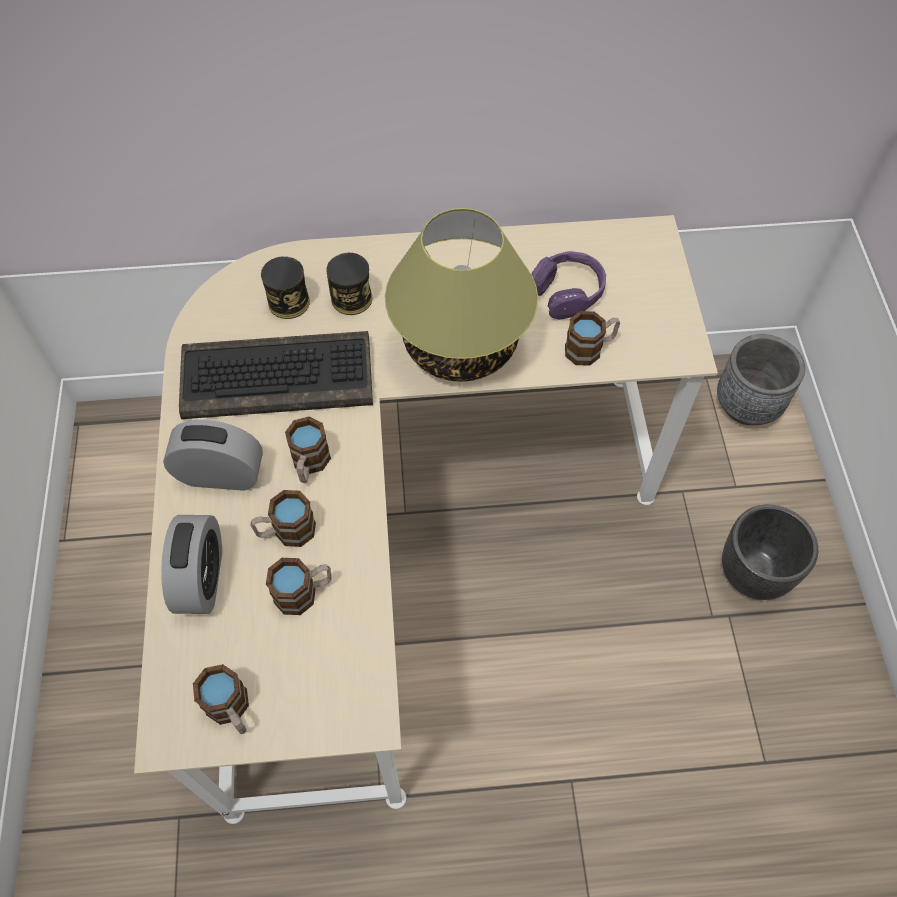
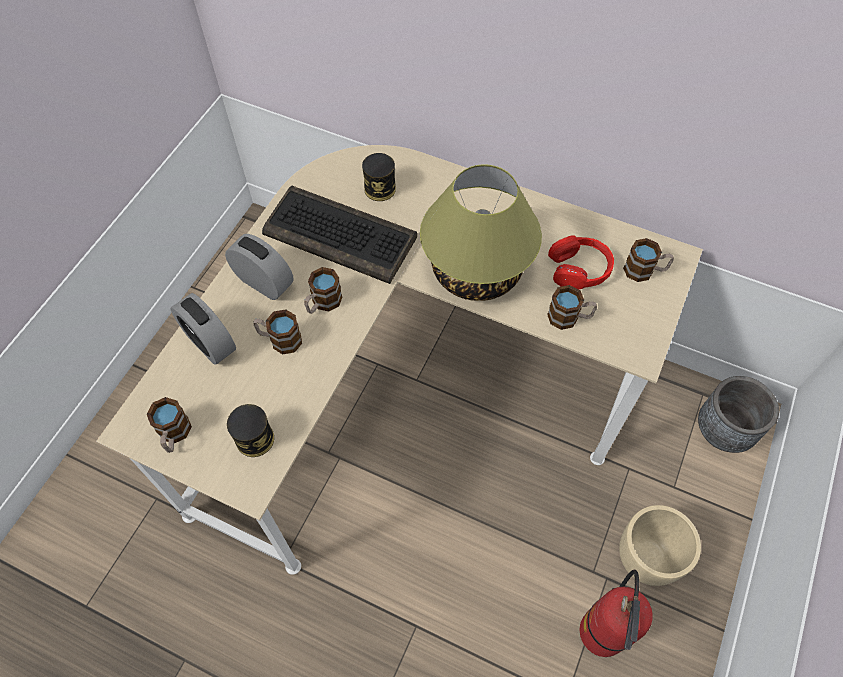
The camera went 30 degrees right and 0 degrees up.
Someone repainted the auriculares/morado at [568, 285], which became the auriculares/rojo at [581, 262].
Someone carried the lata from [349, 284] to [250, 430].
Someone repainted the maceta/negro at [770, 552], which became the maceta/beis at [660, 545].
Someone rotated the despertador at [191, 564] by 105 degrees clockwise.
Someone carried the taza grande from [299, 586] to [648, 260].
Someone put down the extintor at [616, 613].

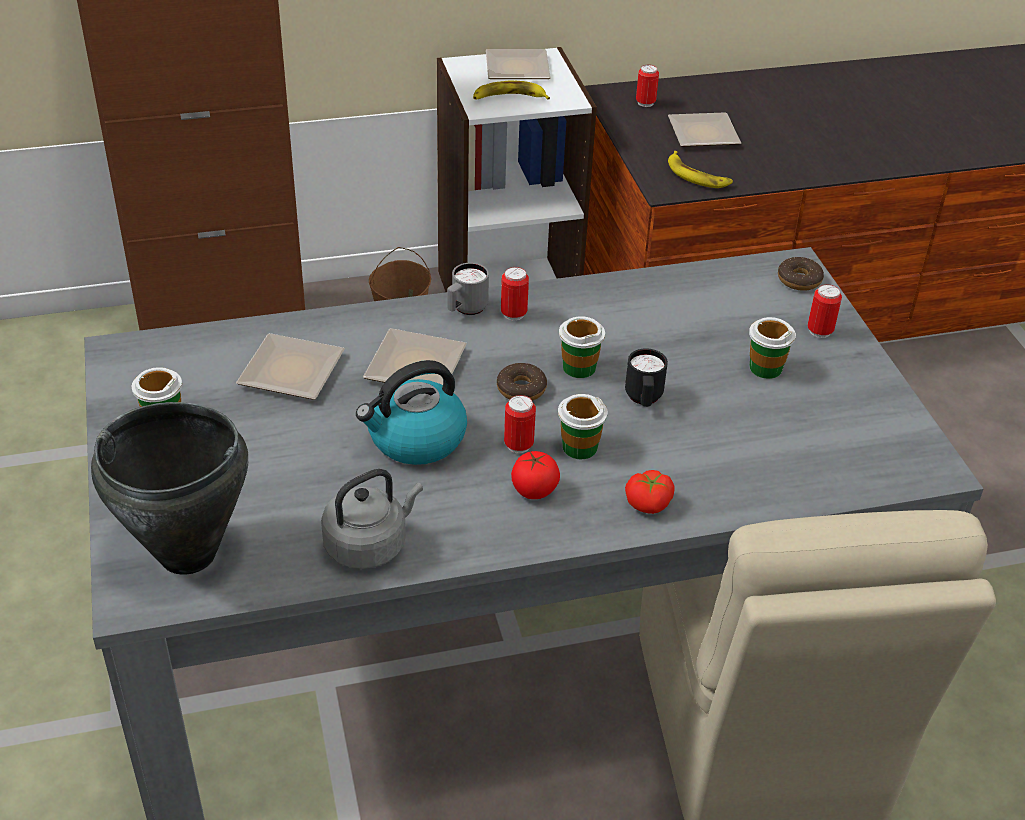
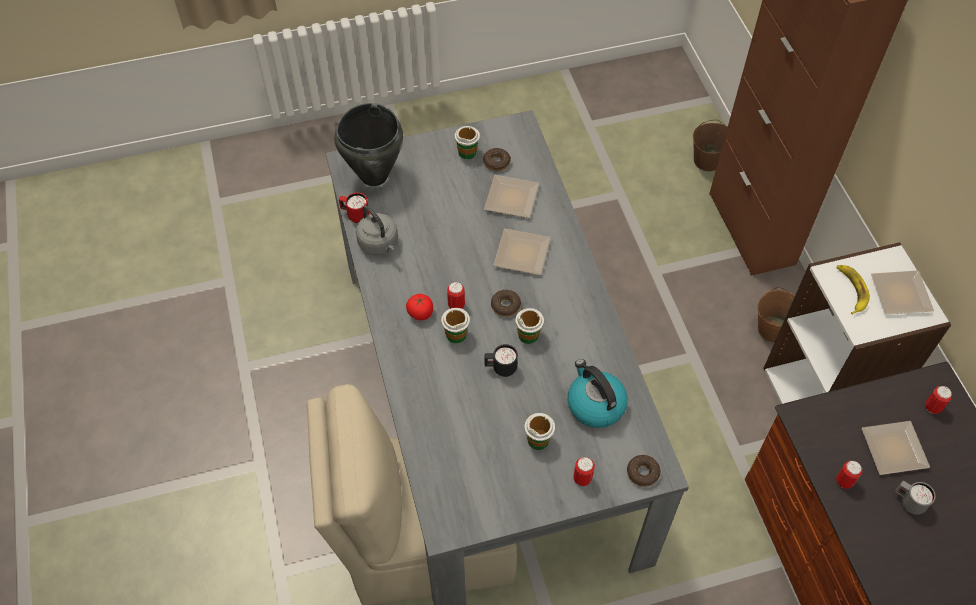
The camera went 90 degrees right and 15 degrees up.
Someone took away the plátano at [700, 169].
Someone carried the taza grande/gris from [468, 289] to [915, 498].
Someone carried the lata from [515, 294] to [849, 475].
Someone carried the hervidor from [411, 412] to [597, 393].
Someone took away the tomate at [650, 492].
Someone put down the cubo/marrón at [710, 145].
Someone put down the rosquilla at [497, 159].
Someone put down the taza grande/rojo at [354, 207].

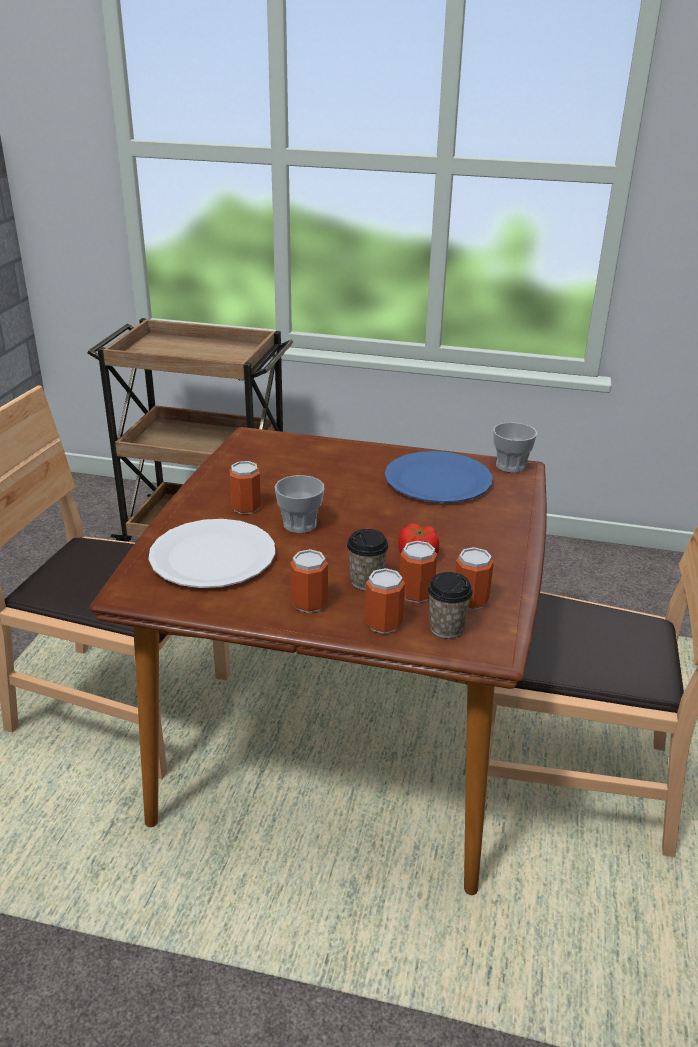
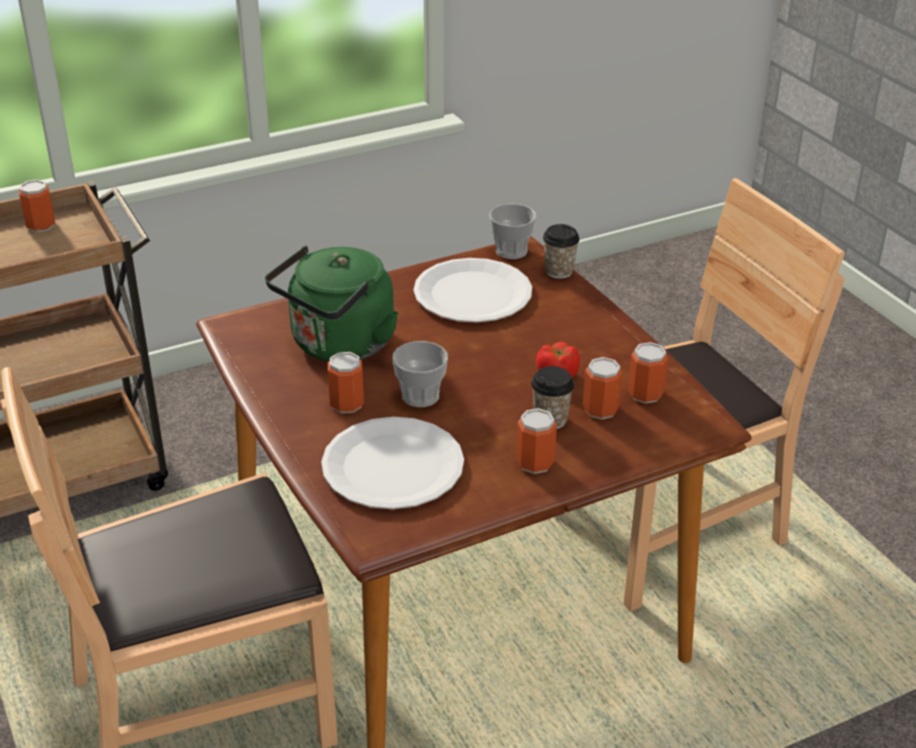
The camera went 40 degrees left and 5 degrees up.
Someone repainted the plato/azul at [439, 477], which became the plato/blanco at [472, 290].
Someone carried the lata from [385, 601] to [37, 206].
Someone carried the taza from [450, 605] to [561, 251].
Someone put down the hervidor/verde at [331, 303].

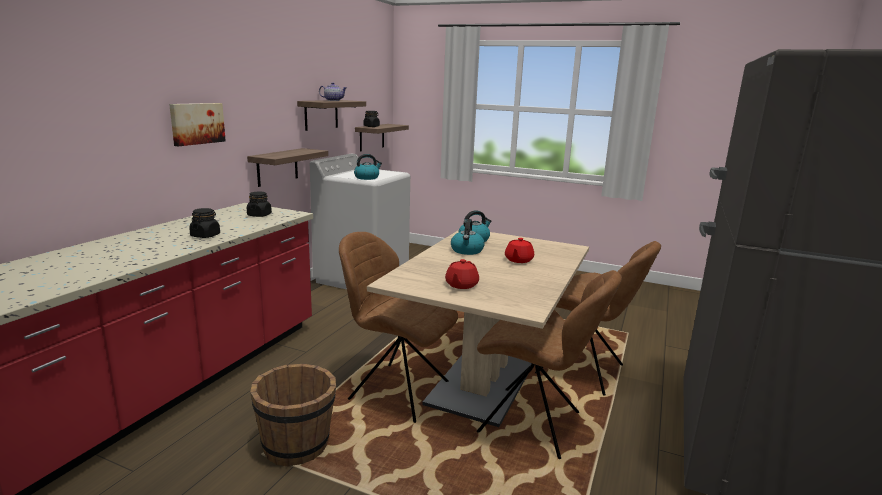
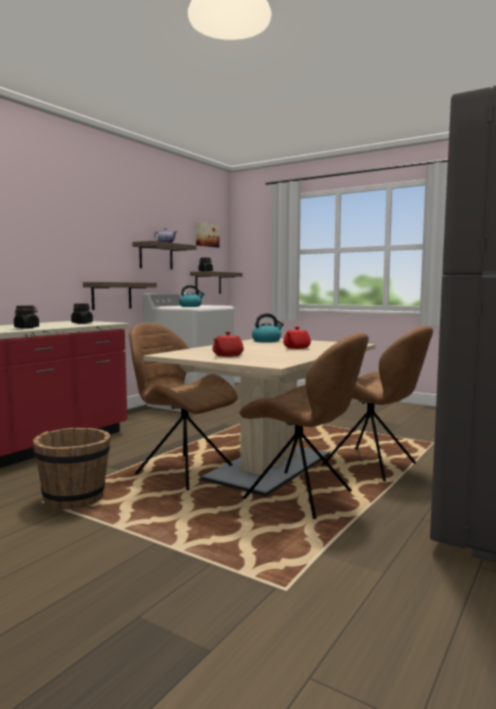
The camera went 10 degrees right and 10 degrees down.
Someone carried the cuadro from [197, 124] to [208, 235].
Someone took away the hervidor at [468, 237].

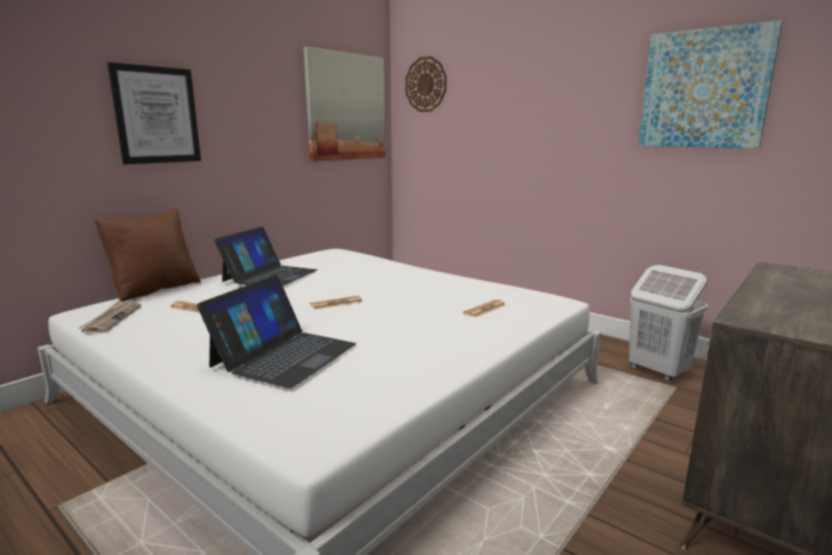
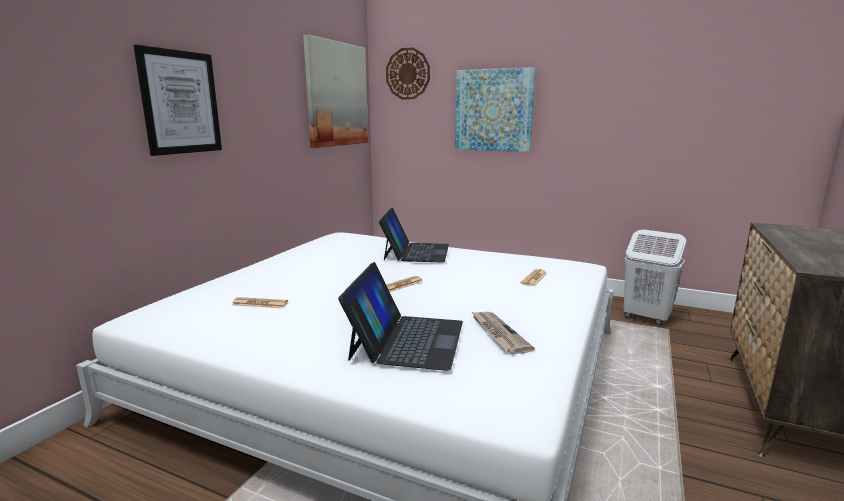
The camera went 15 degrees left and 0 degrees up.
Someone carried the cuadro from [710, 84] to [495, 109].
Someone took away the cojín/marrón at [147, 255].
Someone carried the portátil from [265, 256] to [414, 235].
Someone carried the periódico from [109, 316] to [503, 333].

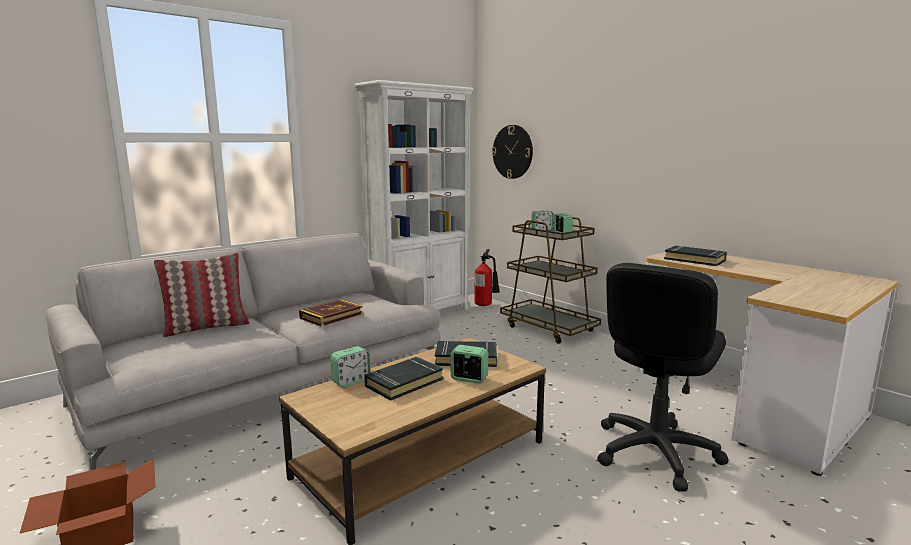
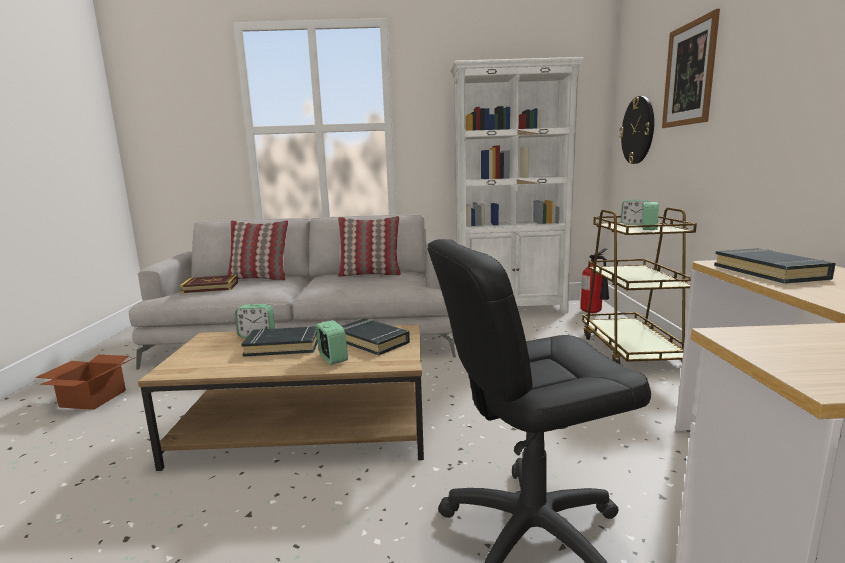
The camera went 40 degrees right and 0 degrees up.
Someone carried the libro from [331, 312] to [208, 284].
Someone put up the cuadro at [691, 68].
Someone put down the cojín at [369, 246].

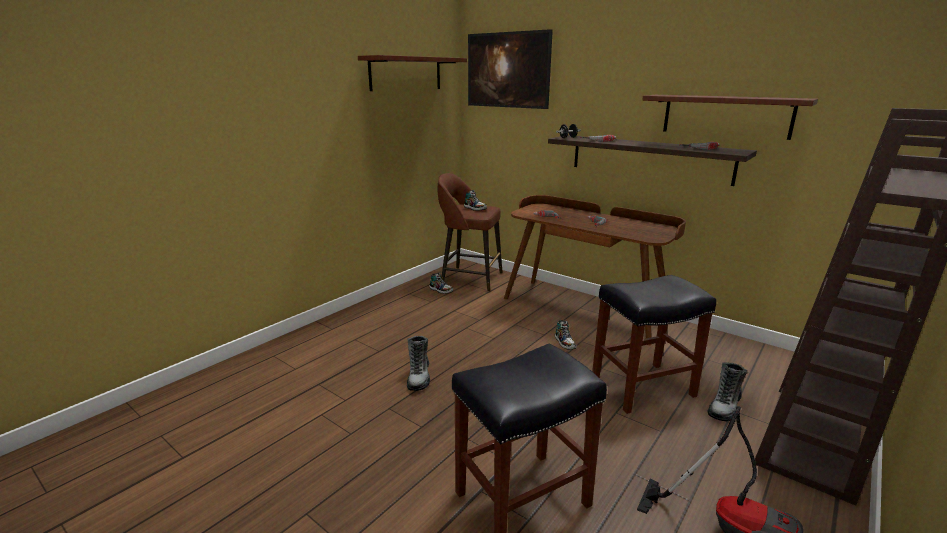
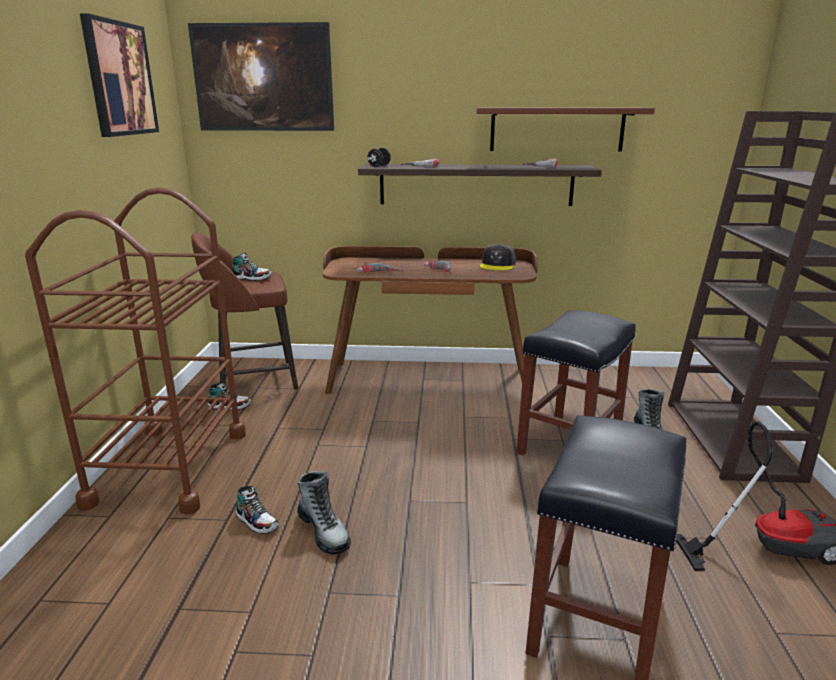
The camera went 35 degrees left and 0 degrees up.
Someone swapped the estante/marrón at [412, 73] for the cuadro at [119, 75].
Someone carried the zapato from [565, 334] to [257, 510].
Someone put down the carrito/marrón at [135, 351].
Someone put down the gorra/gris at [498, 257].

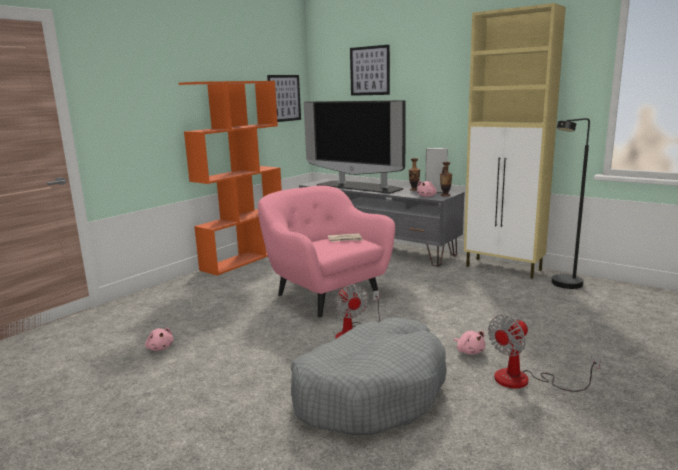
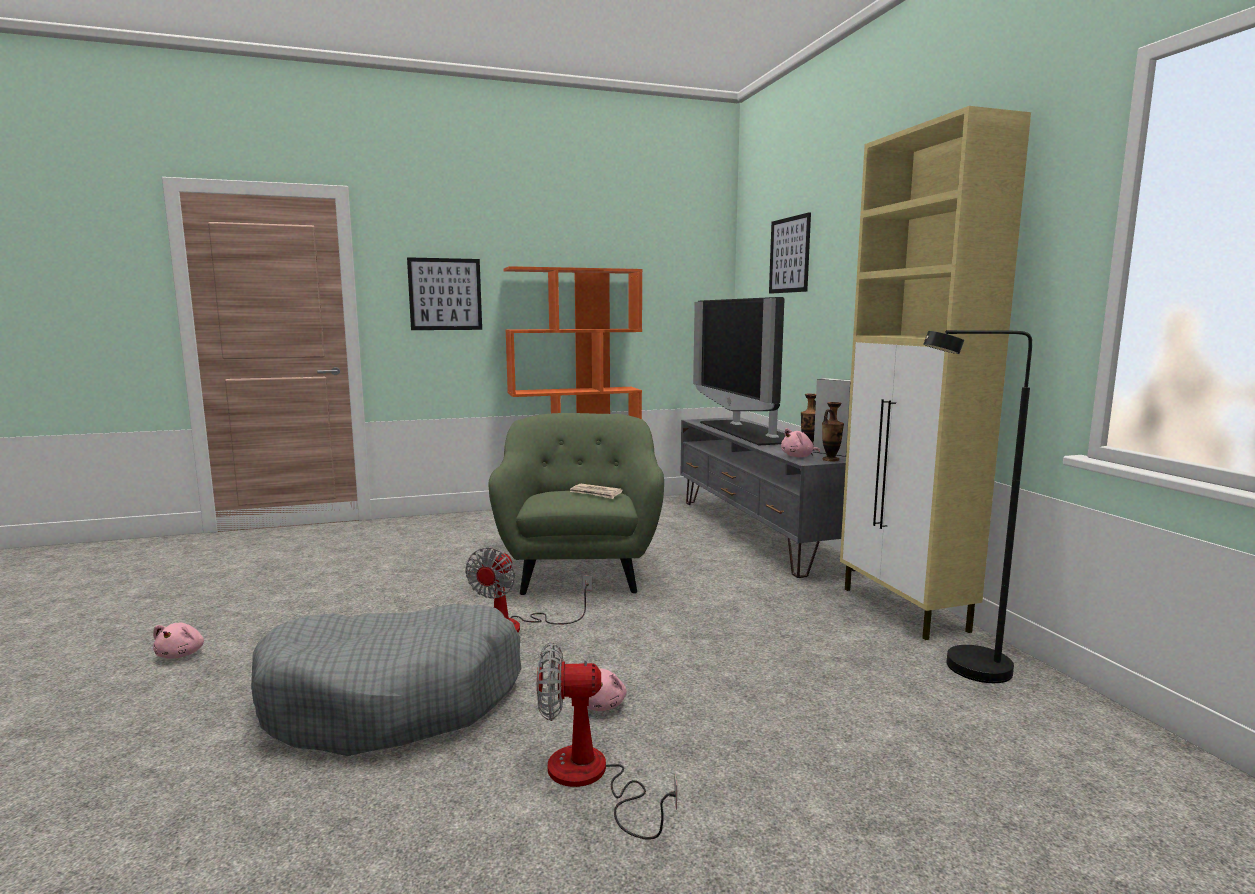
The camera went 35 degrees right and 5 degrees down.
Someone carried the cuadro from [284, 98] to [444, 293].
Someone repainted the sillón/rosa at [326, 251], which became the sillón/verde at [576, 504].
Someone carried the peluche/rosa from [159, 339] to [178, 641].

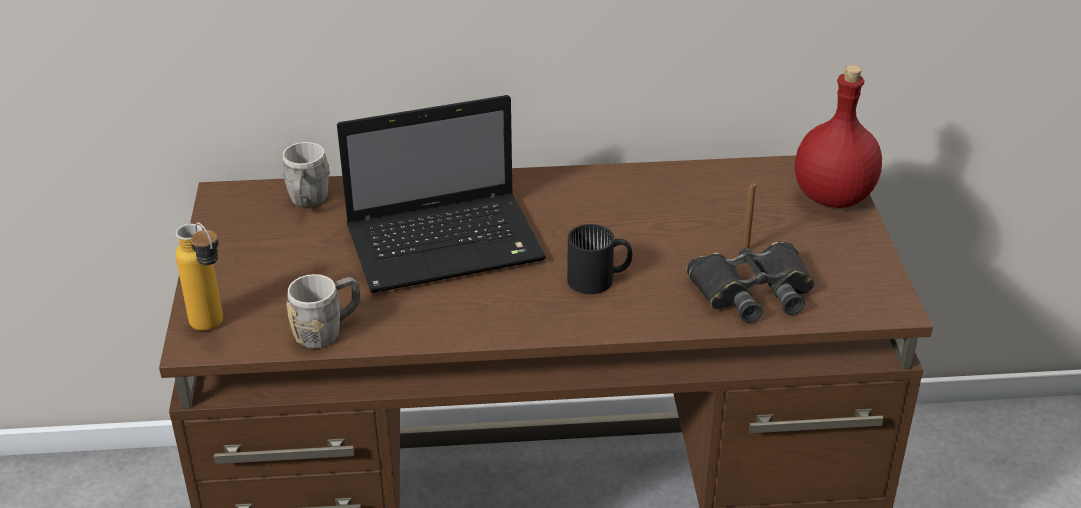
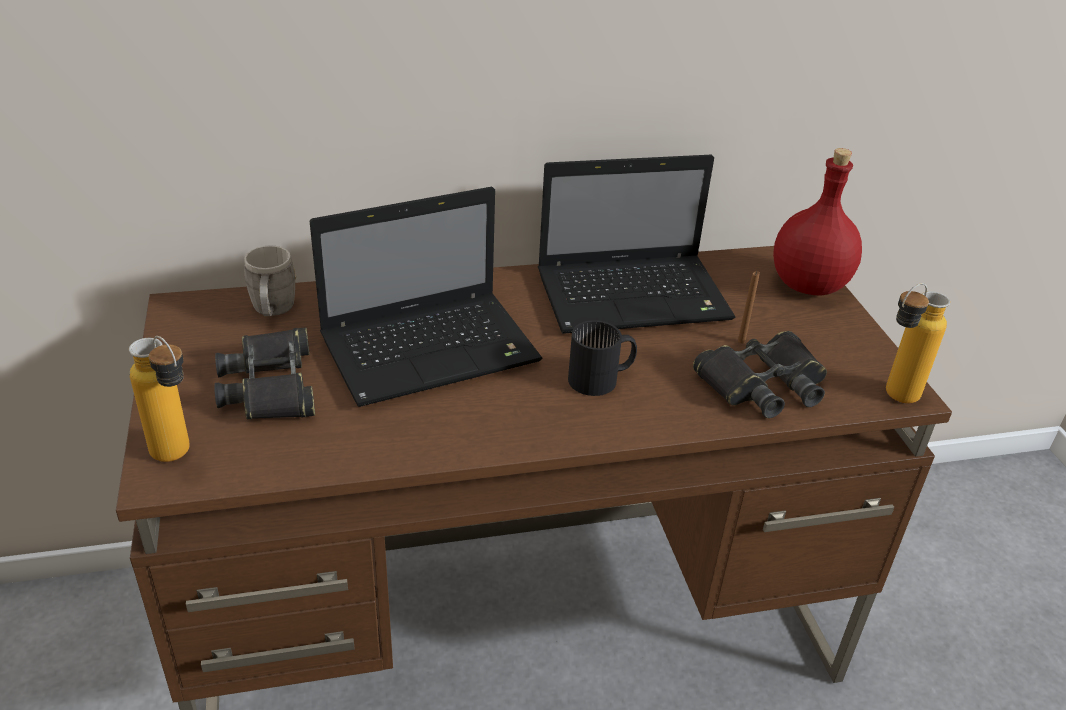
The camera went 10 degrees left and 0 degrees up.
Someone took away the taza grande/gris at [323, 311].
Someone put down the portátil at [636, 244].
Someone put down the botella at [918, 343].
Someone put down the prismáticos/negro at [264, 373].

